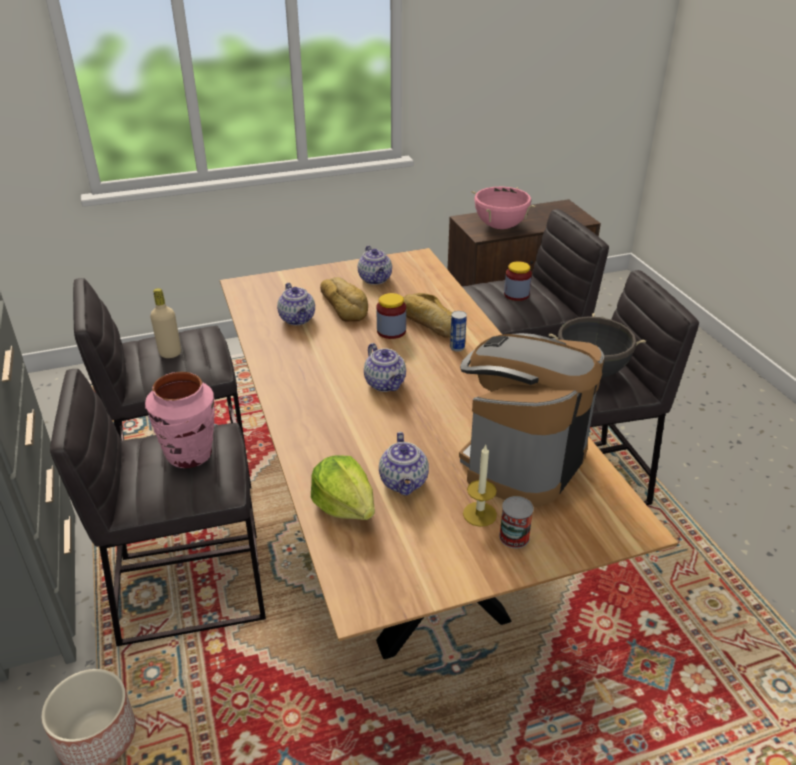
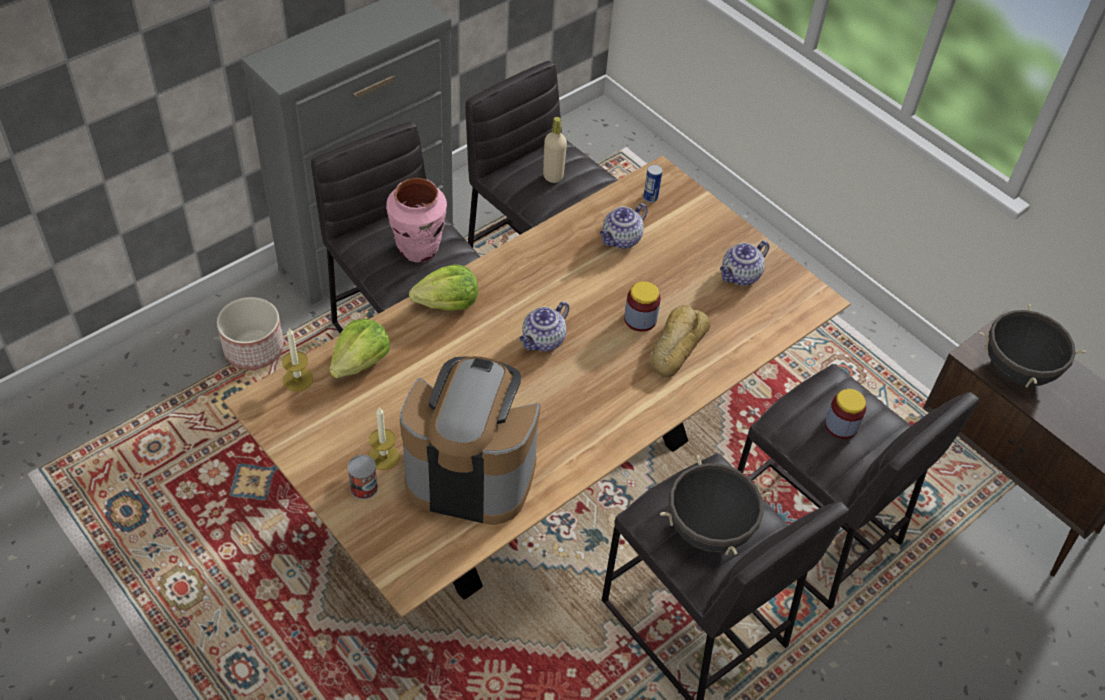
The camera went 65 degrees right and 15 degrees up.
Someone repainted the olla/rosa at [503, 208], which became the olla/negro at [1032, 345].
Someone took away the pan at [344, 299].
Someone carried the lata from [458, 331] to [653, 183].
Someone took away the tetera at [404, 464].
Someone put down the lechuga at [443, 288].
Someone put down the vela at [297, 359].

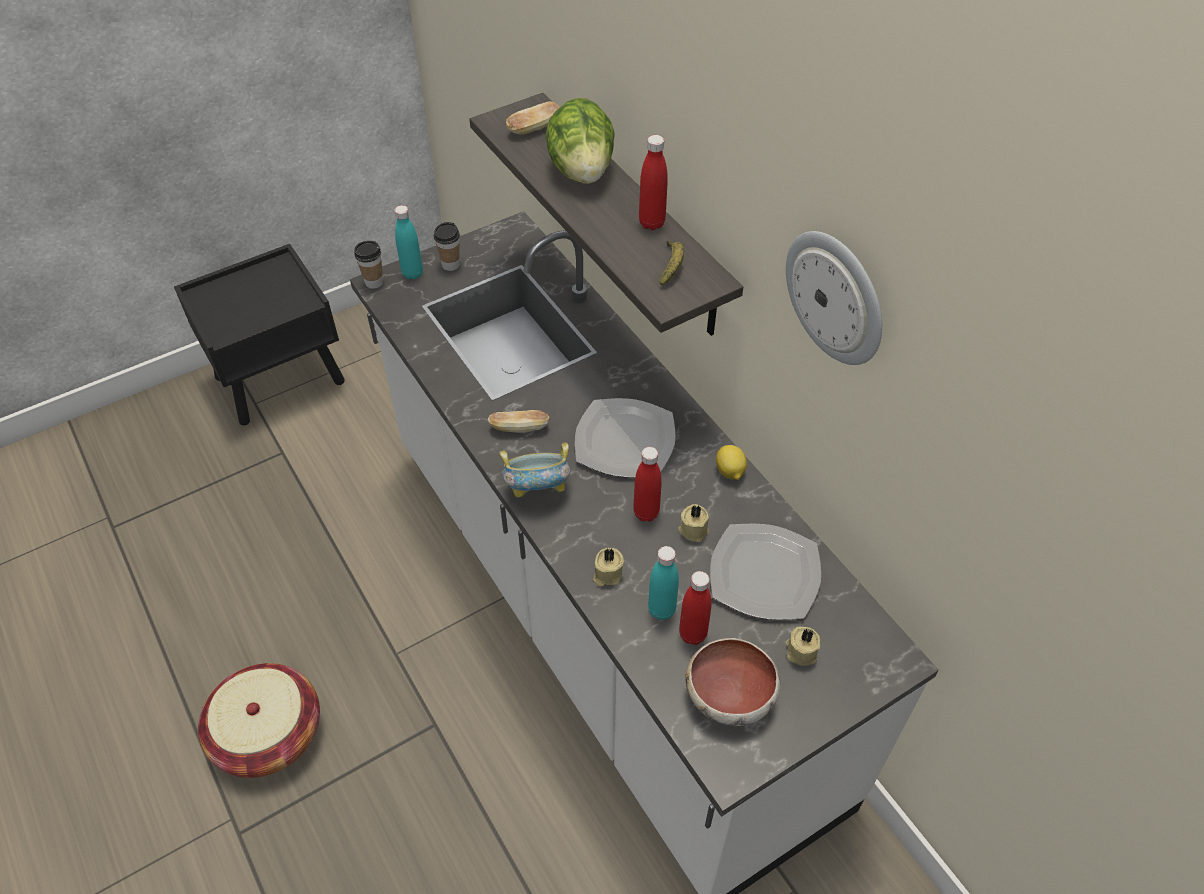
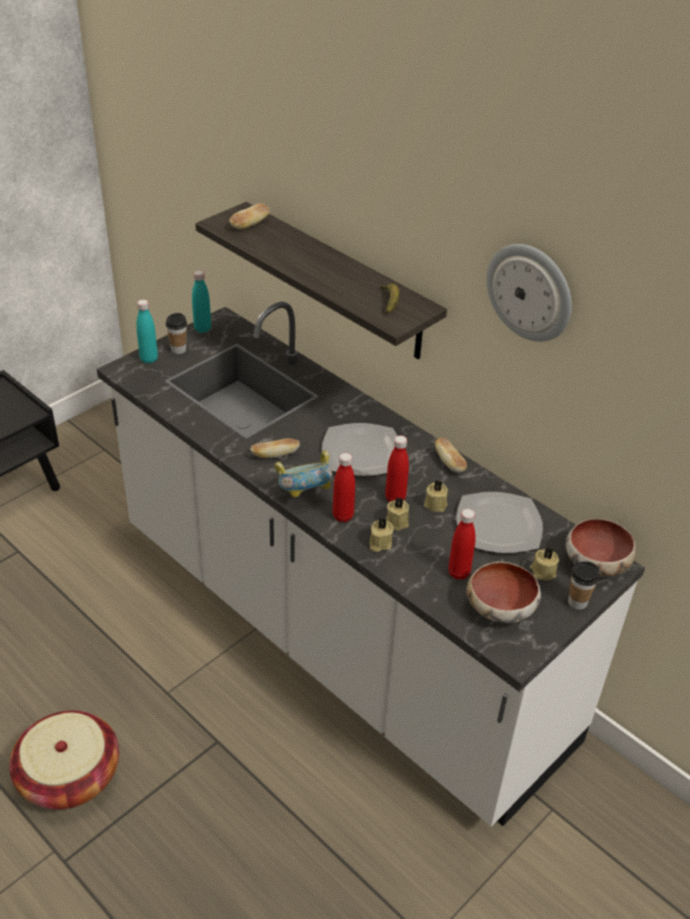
The camera went 15 degrees left and 10 degrees down.
Someone took away the lechuga at [580, 141].
Someone carried the botella/rojo from [653, 182] to [344, 487].
Someone carried the taza from [368, 265] to [583, 585].
Someone swapped the limón at [731, 462] for the pan at [451, 455].
Someone carried the botella/turquesa from [663, 583] to [201, 301].
Someone put down the vela/beis at [397, 514].
Someone put down the cuenco at [600, 547].

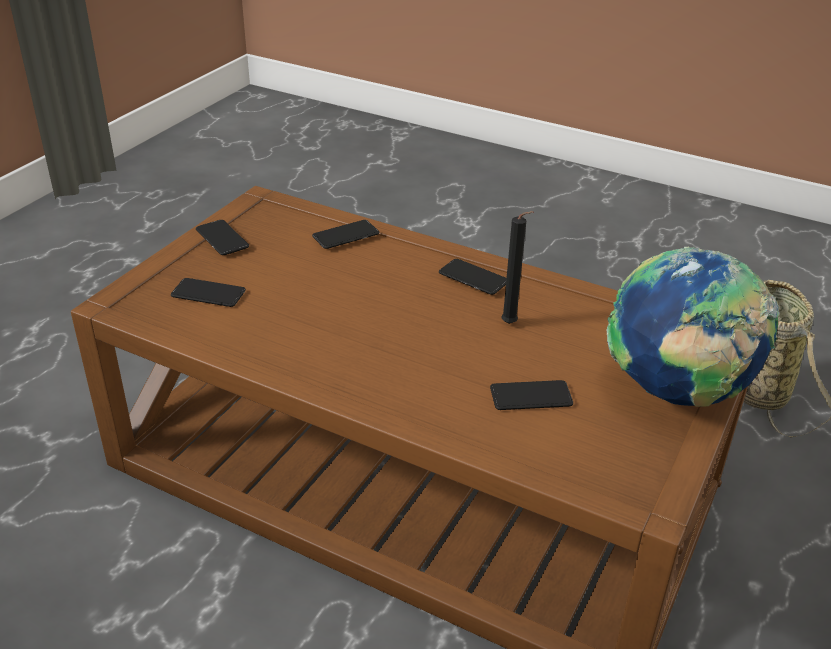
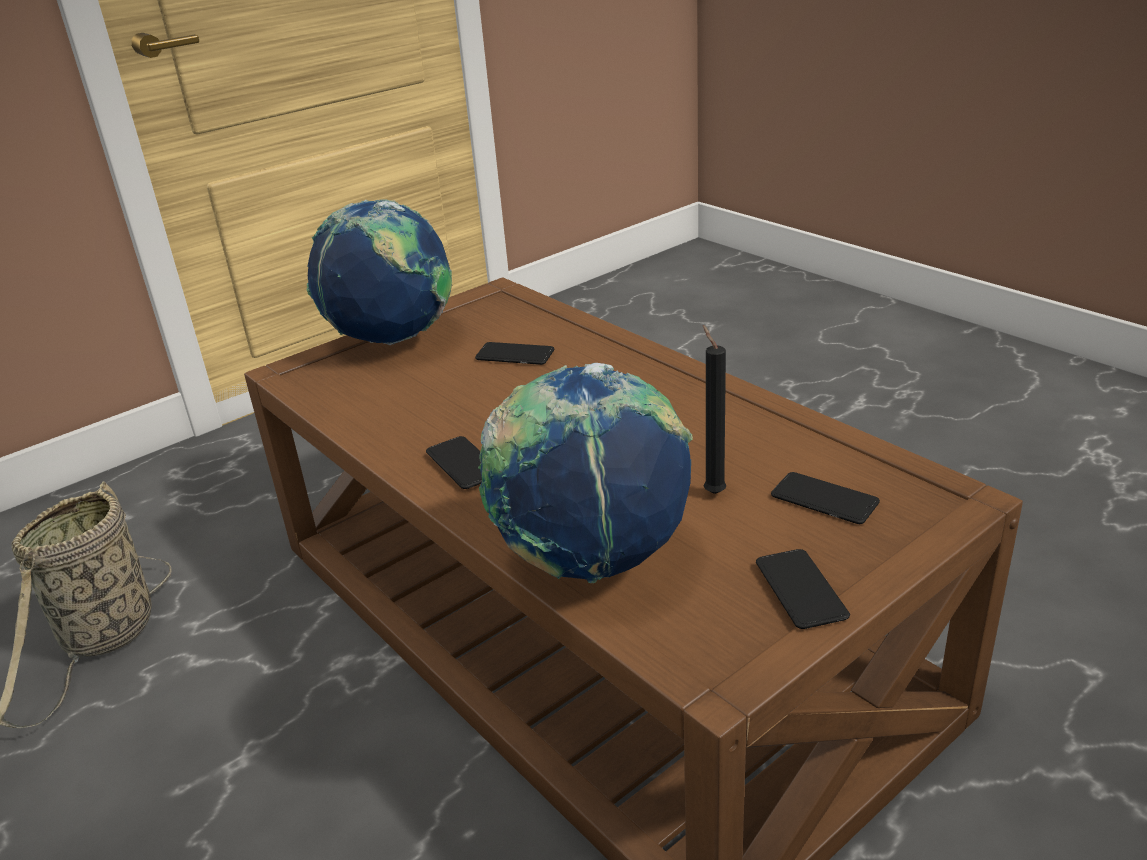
The camera went 155 degrees left and 5 degrees down.
Someone carried the vela/negro from [517, 267] to [714, 409].
Someone swapped the móvil at [345, 234] for the globo terráqueo at [585, 473].

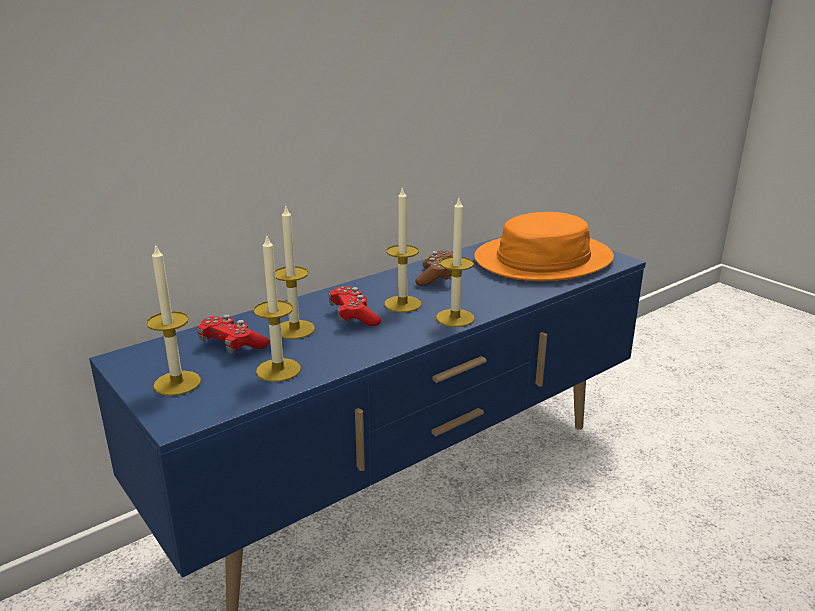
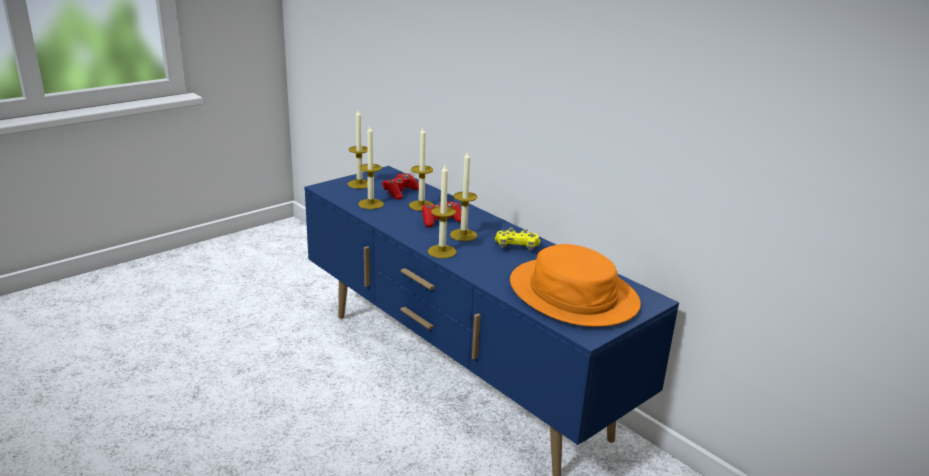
The camera went 85 degrees right and 0 degrees up.
Someone repainted the mando de consola/marrón at [434, 268], which became the mando de consola/amarillo at [517, 239].

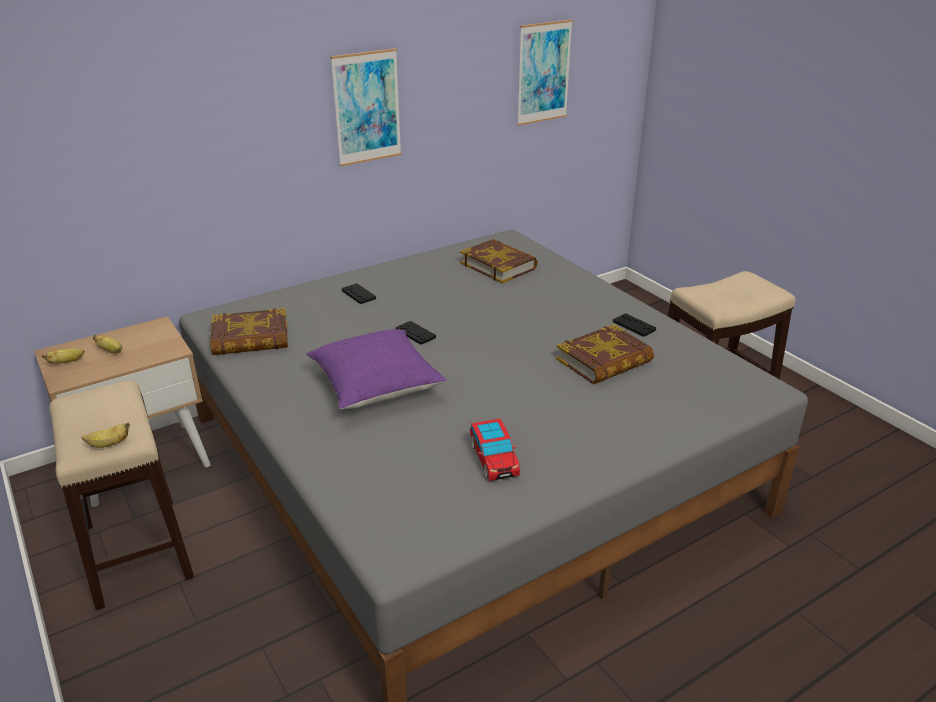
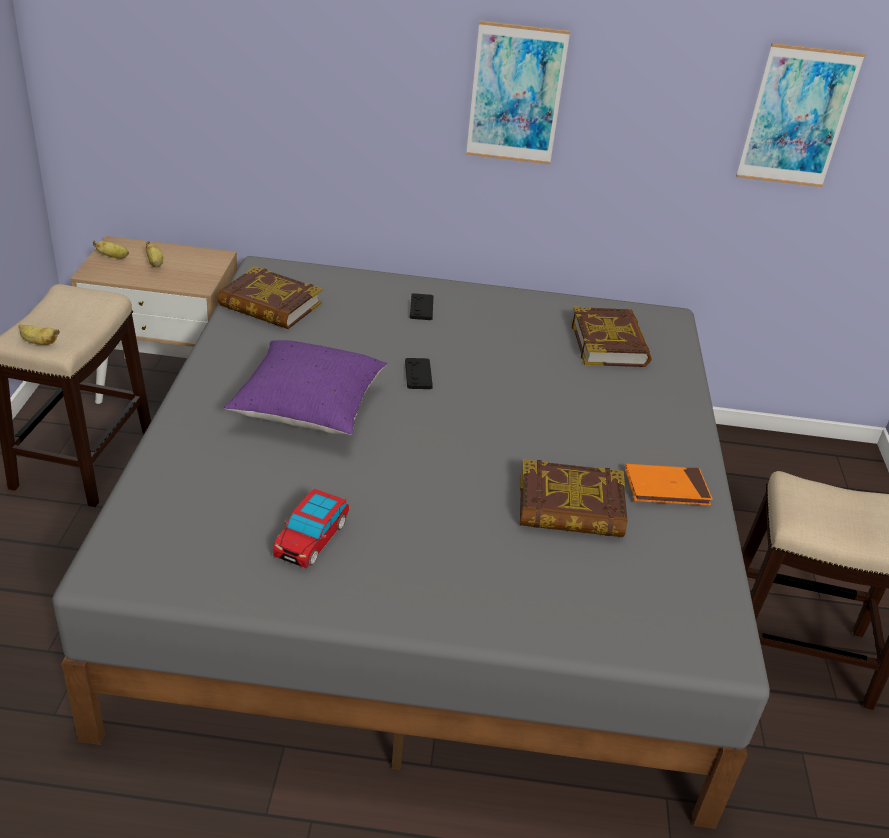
The camera went 35 degrees right and 5 degrees up.
Someone swapped the mando de consola/negro at [634, 325] for the libro/naranja at [669, 485].

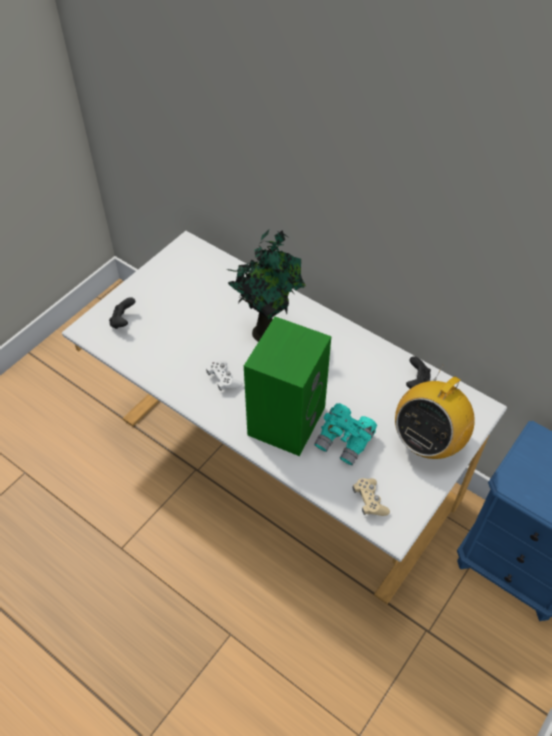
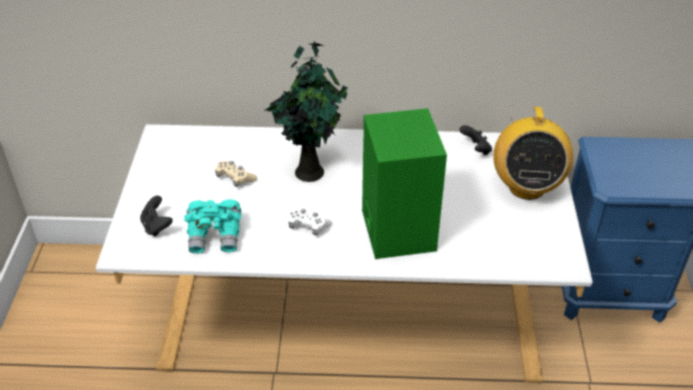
The camera went 35 degrees left and 10 degrees down.
Someone carried the prismáticos/turquesa from [345, 434] to [212, 226].
Someone carried the mando de consola/beis from [371, 497] to [236, 174].

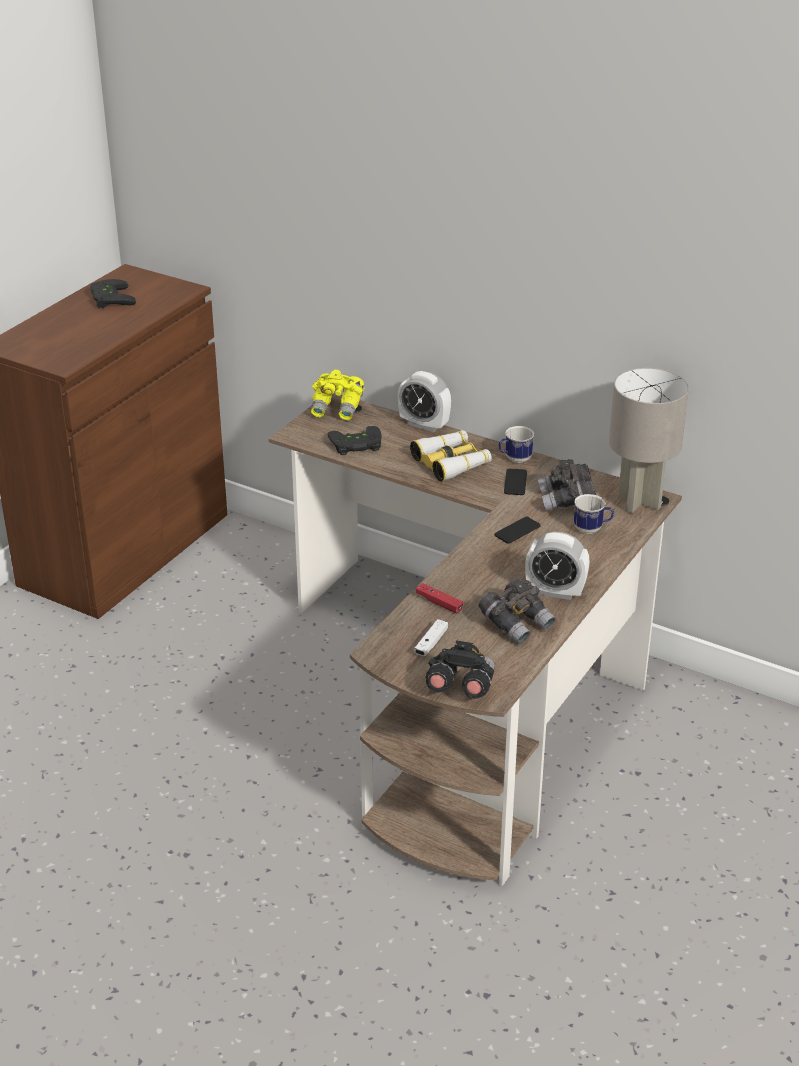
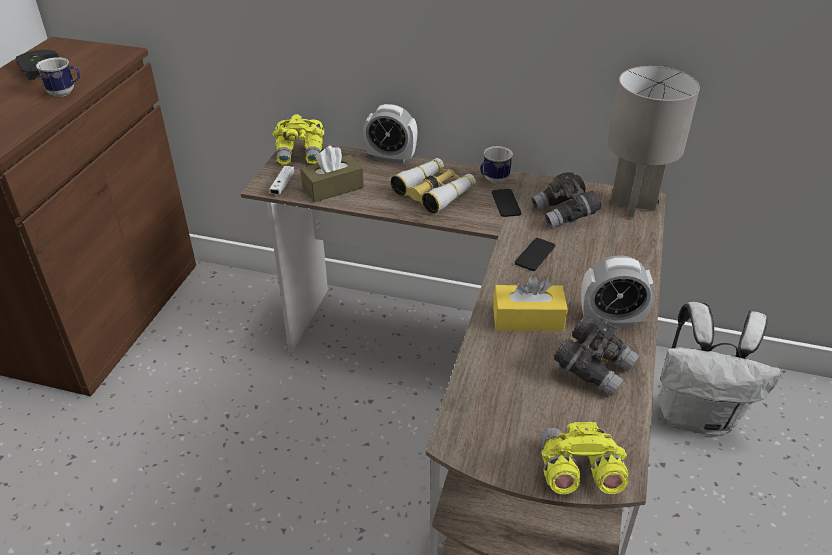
The camera went 15 degrees left and 5 degrees up.
Someone swapped the mando de consola/negro at [355, 440] for the caja de pañuelos/marrón at [332, 174].
Someone carried the taza grande from [594, 514] to [58, 77].
Someone took away the mando de consola/rojo at [439, 598].
Someone carried the mando de consola/blanco from [431, 637] to [281, 180].
Someone repainted the prismáticos/negro at [460, 669], which became the prismáticos/amarillo at [585, 458].
Someone put down the caja de pañuelos/amarillo at [530, 303].
Someone put down the mochila/blanco at [720, 369].

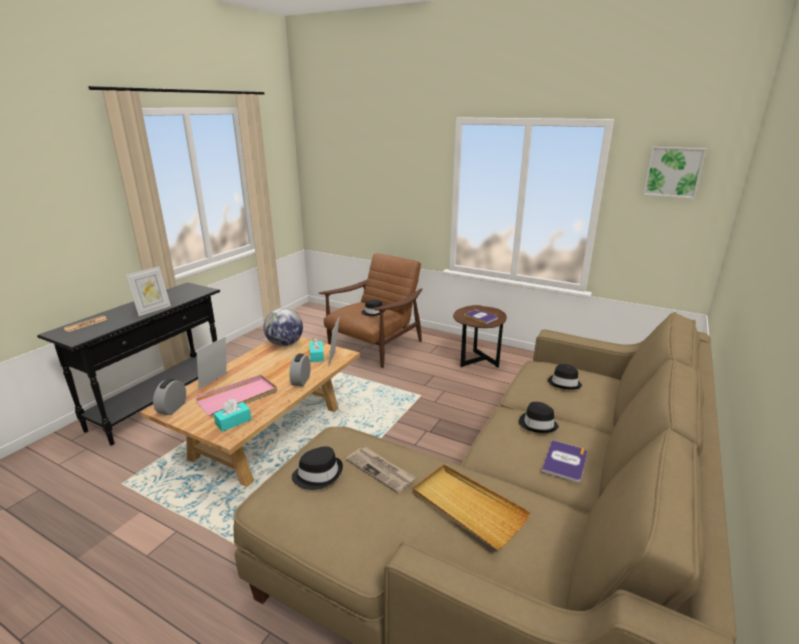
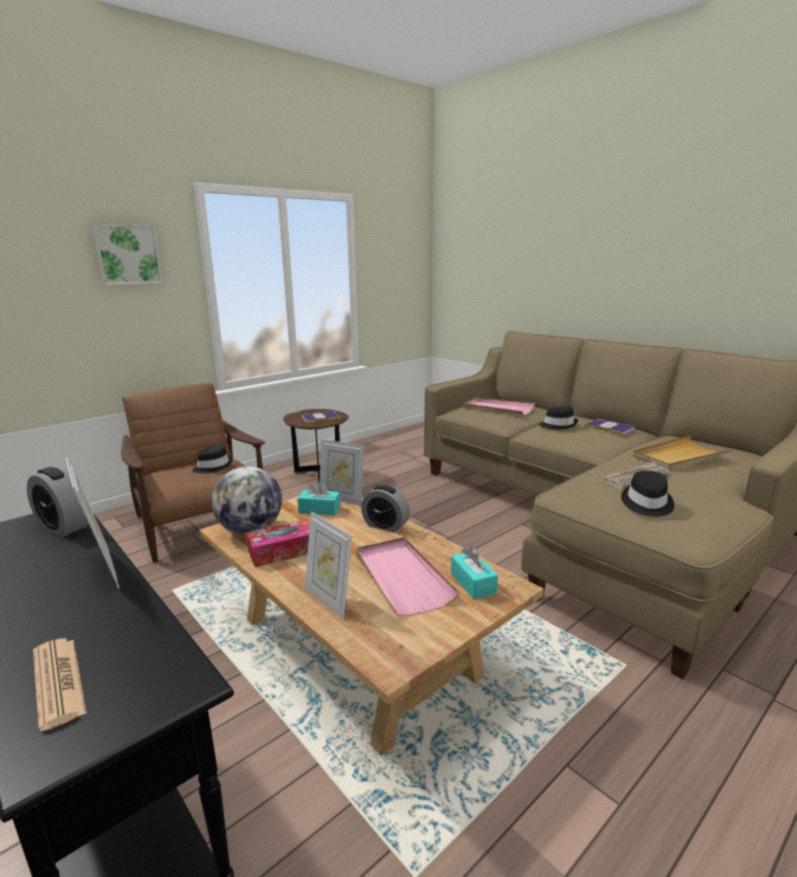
The camera went 70 degrees left and 5 degrees down.
Someone carried the cuadro from [674, 173] to [127, 254].
Someone swapped the sombrero/negro at [564, 377] for the bandeja/rosa at [499, 406].
Someone carried the despertador from [169, 397] to [57, 502].
Someone put down the caja de pañuelos at [278, 543].

